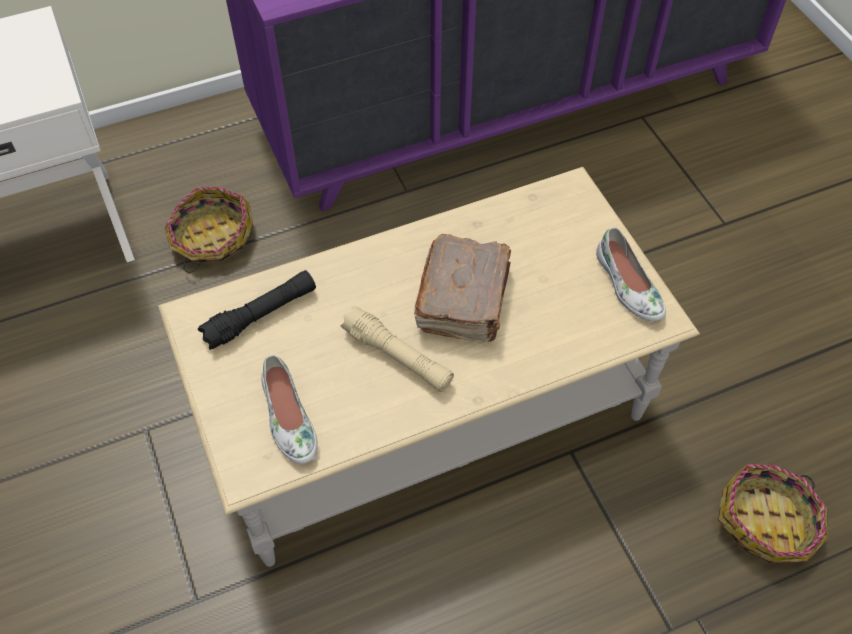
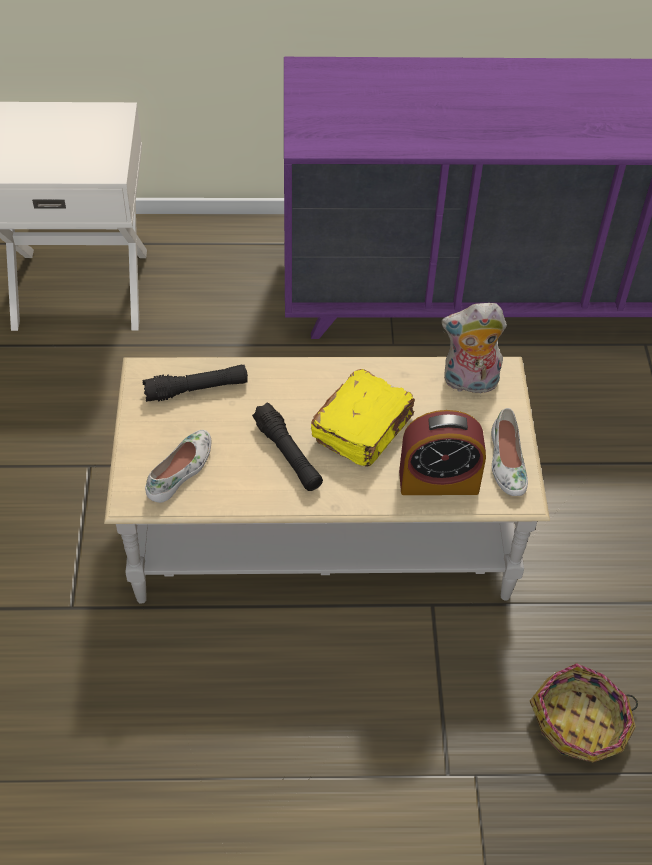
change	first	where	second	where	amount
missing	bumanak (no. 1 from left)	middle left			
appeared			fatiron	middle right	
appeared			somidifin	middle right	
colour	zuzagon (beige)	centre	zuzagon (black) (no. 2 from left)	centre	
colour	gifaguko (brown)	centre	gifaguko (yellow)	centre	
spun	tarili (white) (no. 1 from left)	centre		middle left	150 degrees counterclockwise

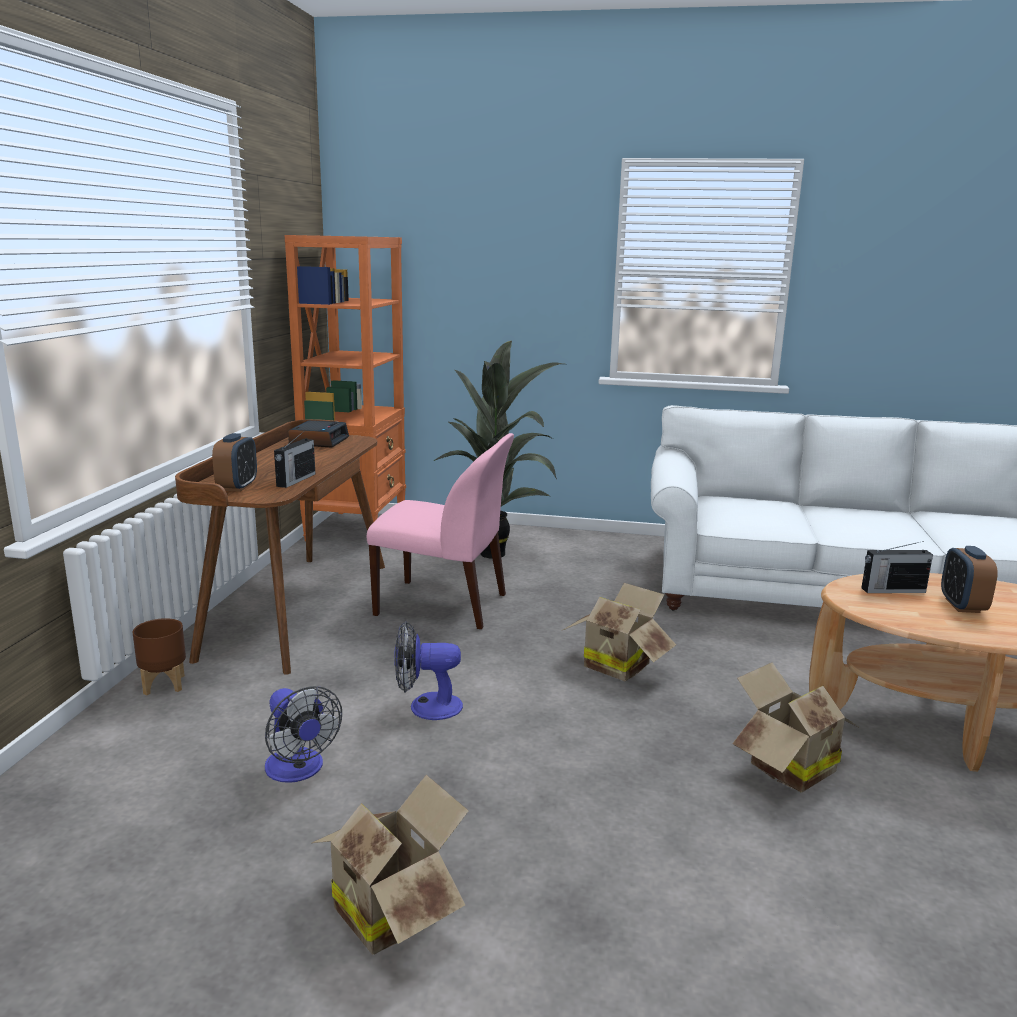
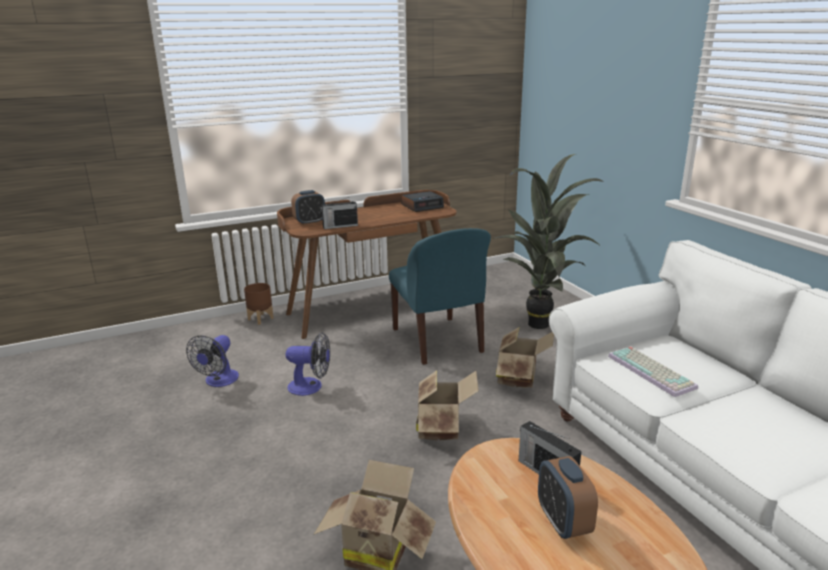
change	first	where	second	where	amount
missing	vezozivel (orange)	centre			
appeared			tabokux	middle right	
relocated	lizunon (no. 1 from left in the first image)	bottom centre	lizunon (no. 3 from left)	centre	
colour	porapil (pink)	centre	porapil (blue)	centre	
spun	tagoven (no. 2 from left)	centre		centre	135 degrees clockwise
spun	fatiron (no. 3 from left)	middle right		bottom right	75 degrees counterclockwise

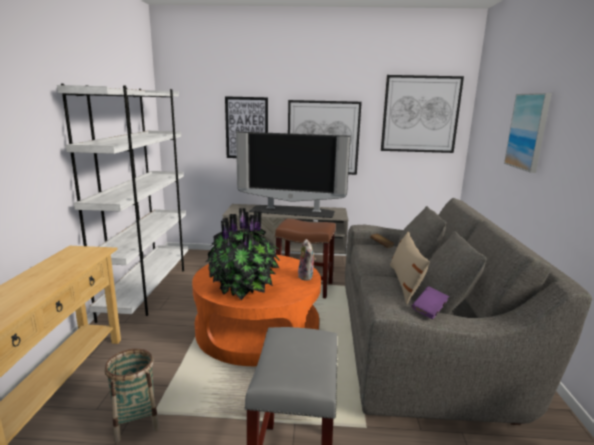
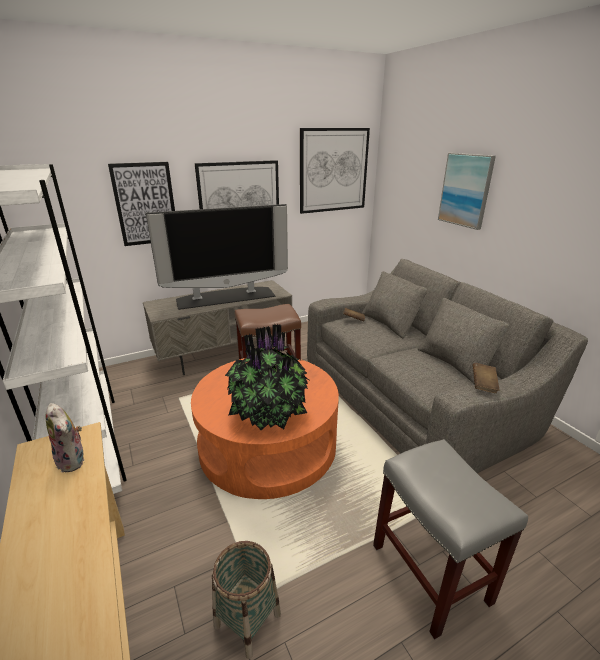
change	first	where	second	where	amount
missing	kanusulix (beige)	middle right			
relocated	somidifin	centre		middle left	
colour	gifaguko (purple)	bottom right	gifaguko (brown) (no. 2 from left)	middle right	

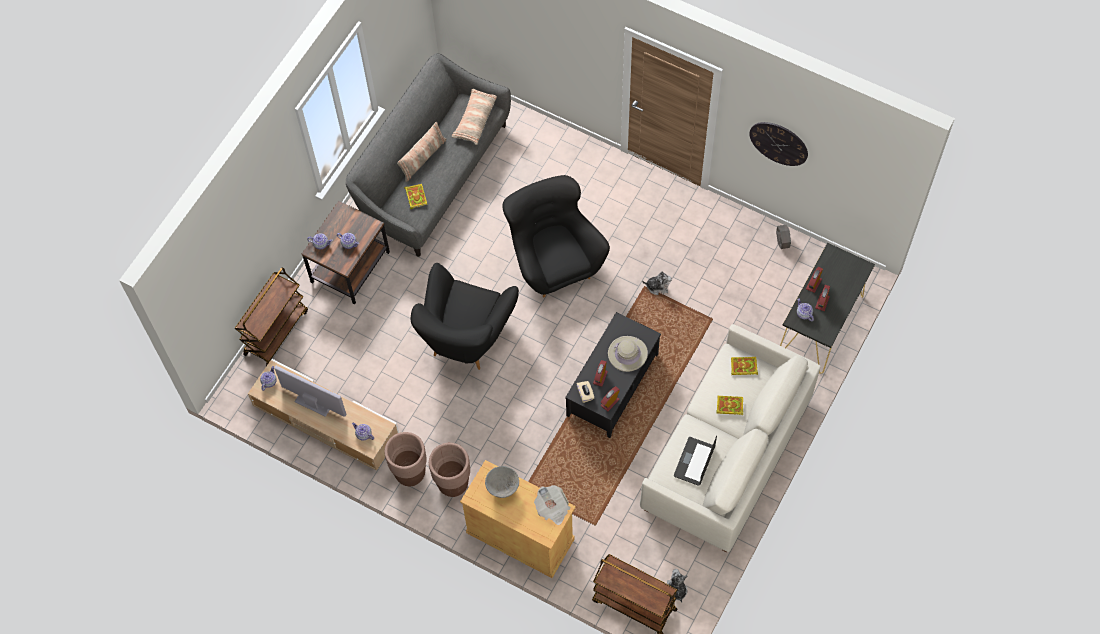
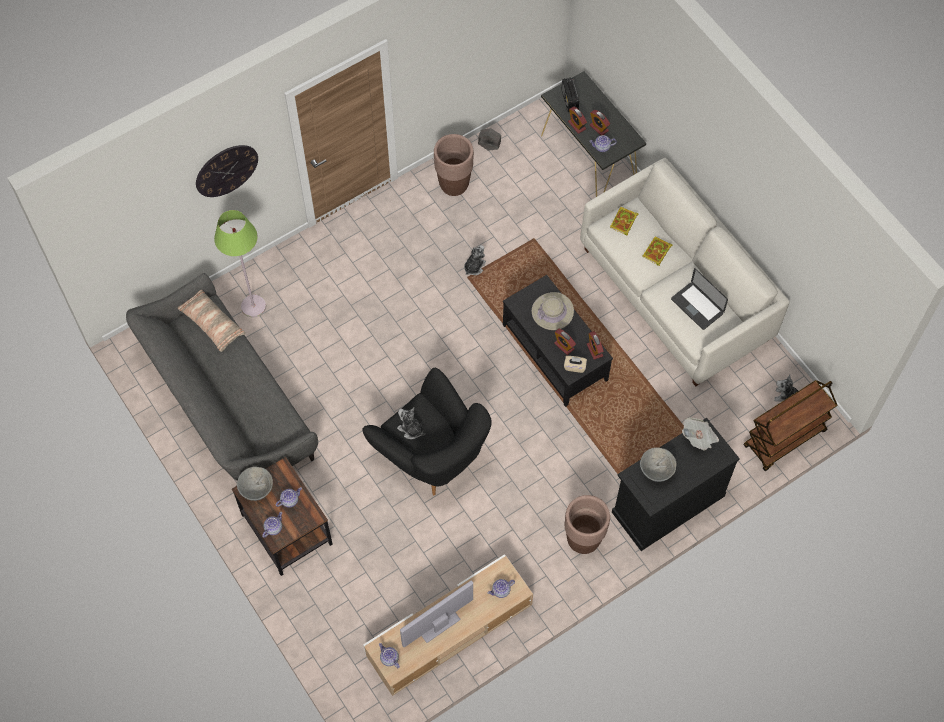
change	first	where	second	where	amount
missing	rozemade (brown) (no. 1 from left)	middle left			
missing	kanusulix (no. 1 from left)	top centre			
missing	gifaguko (no. 1 from left)	top centre			
missing	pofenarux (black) (no. 2 from left)	centre			
appeared			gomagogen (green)	middle left	
appeared			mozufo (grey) (no. 1 from left)	bottom left	
appeared			somidifin (no. 1 from left)	centre	
appeared			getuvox	top centre	
relocated	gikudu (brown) (no. 1 from left)	bottom centre		top centre	
relocated	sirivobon	top right		top left	
colour	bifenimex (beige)	bottom centre	bifenimex (black)	bottom right	

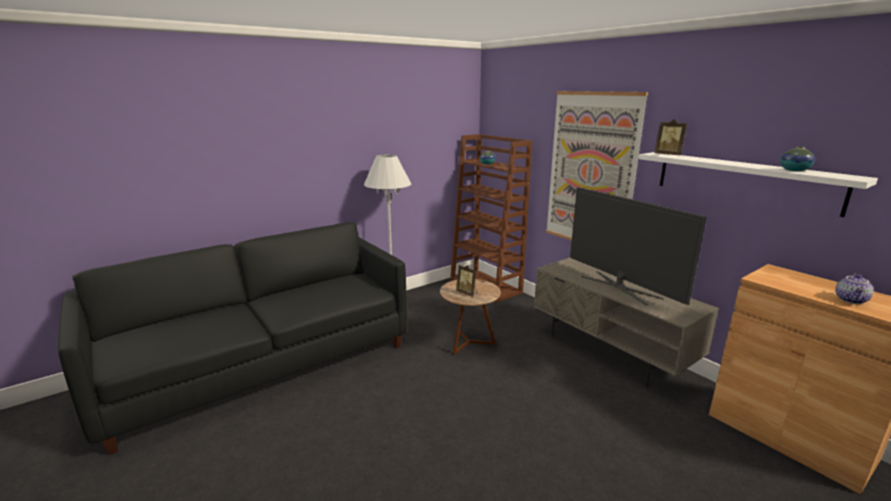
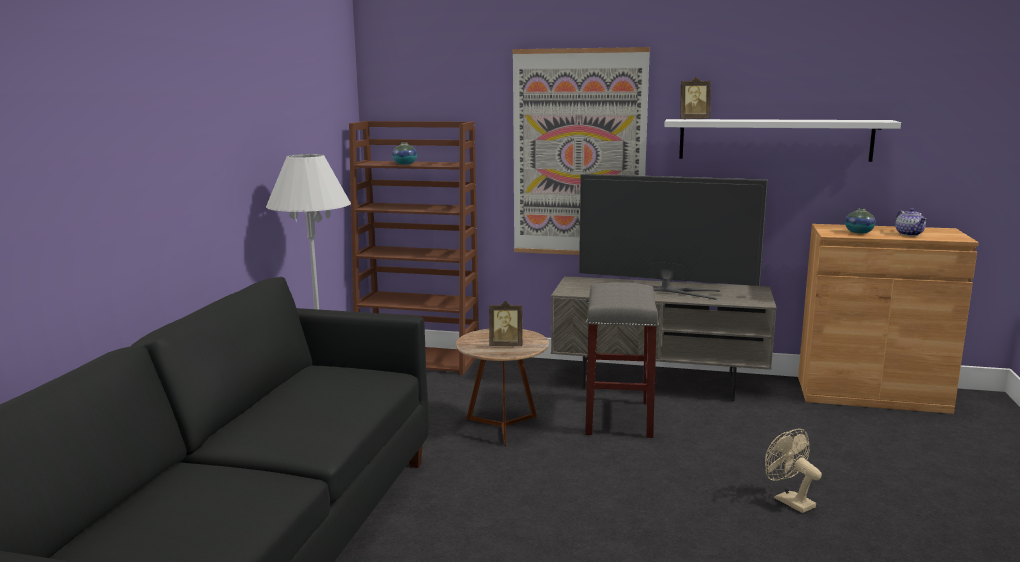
change	first	where	second	where	amount
appeared			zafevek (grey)	centre	
appeared			tagoven (beige)	bottom right	
relocated	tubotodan (no. 2 from left)	top right		middle right	

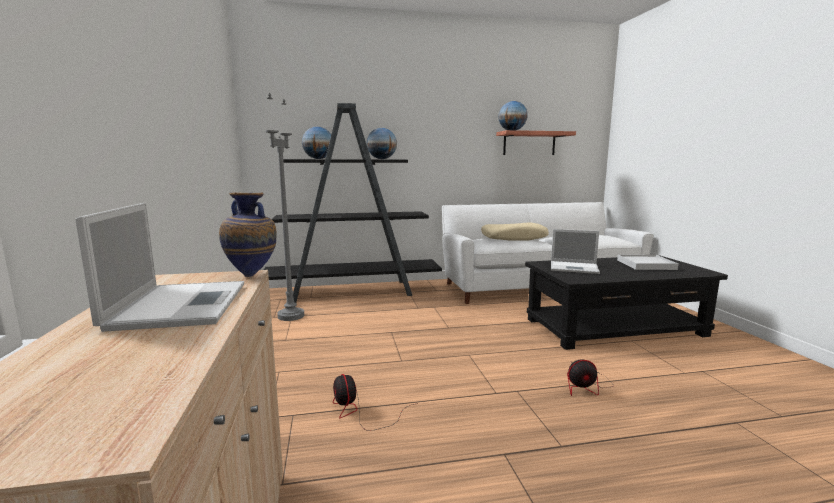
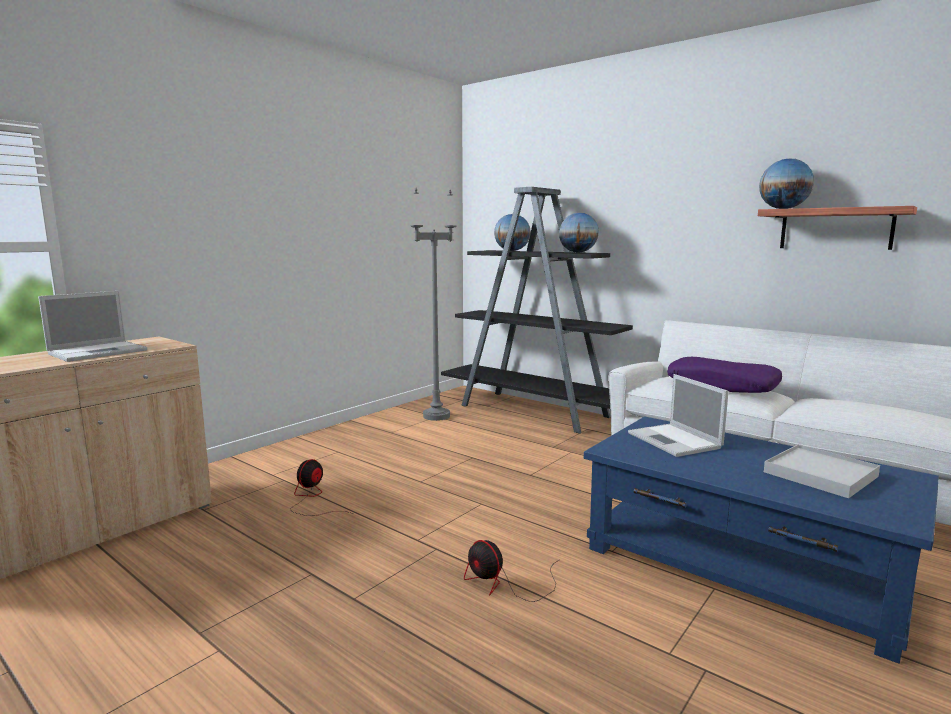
change	first	where	second	where	amount
missing	tubotodan	middle left			
colour	kanusulix (beige)	centre	kanusulix (purple)	middle right	
colour	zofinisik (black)	middle right	zofinisik (blue)	bottom right	

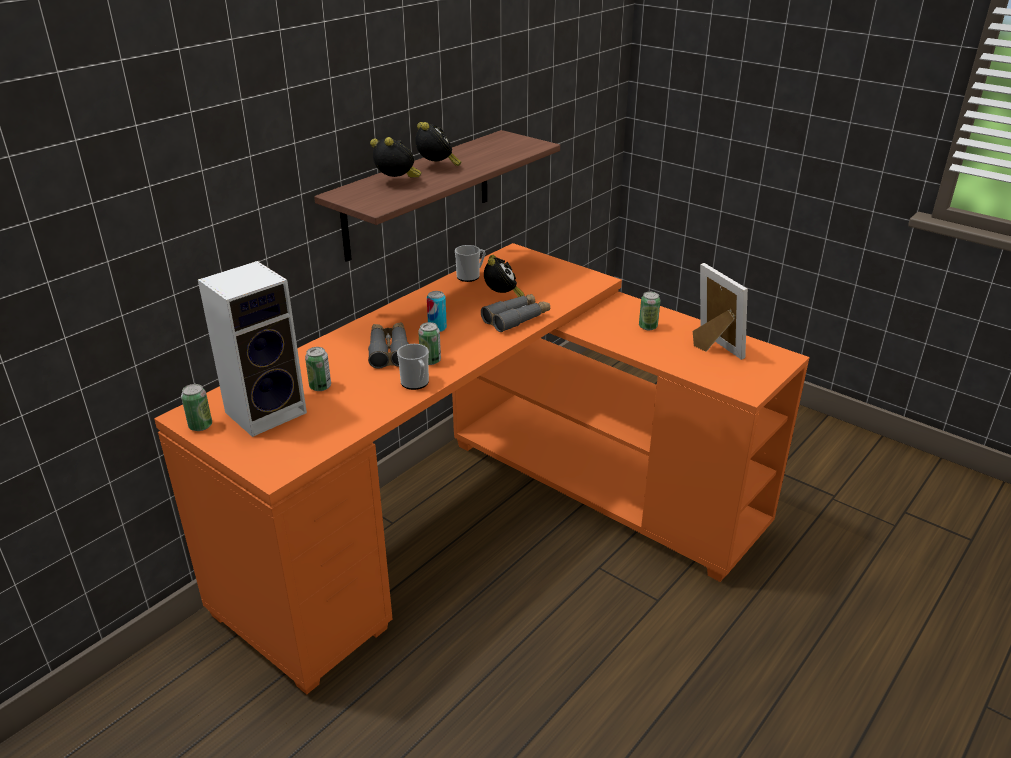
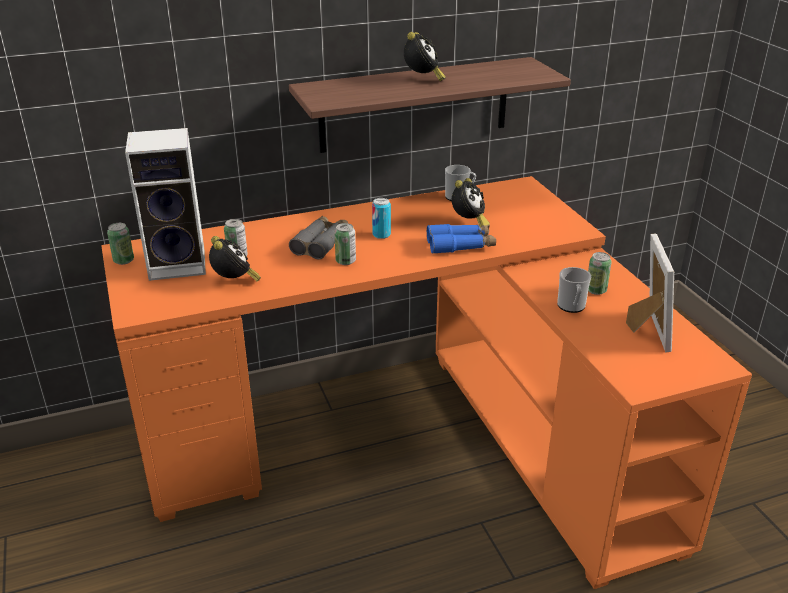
change	first	where	second	where	amount
relocated	fatiron (no. 1 from left)	top centre		middle left	
relocated	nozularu (no. 1 from left in the first image)	centre	nozularu (no. 2 from left)	middle right	
colour	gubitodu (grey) (no. 2 from left)	centre	gubitodu (blue)	centre	

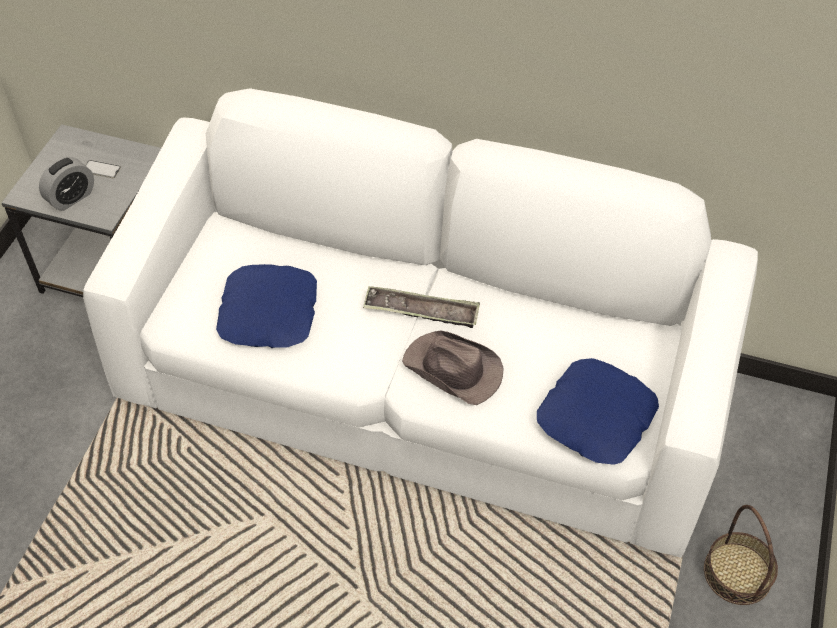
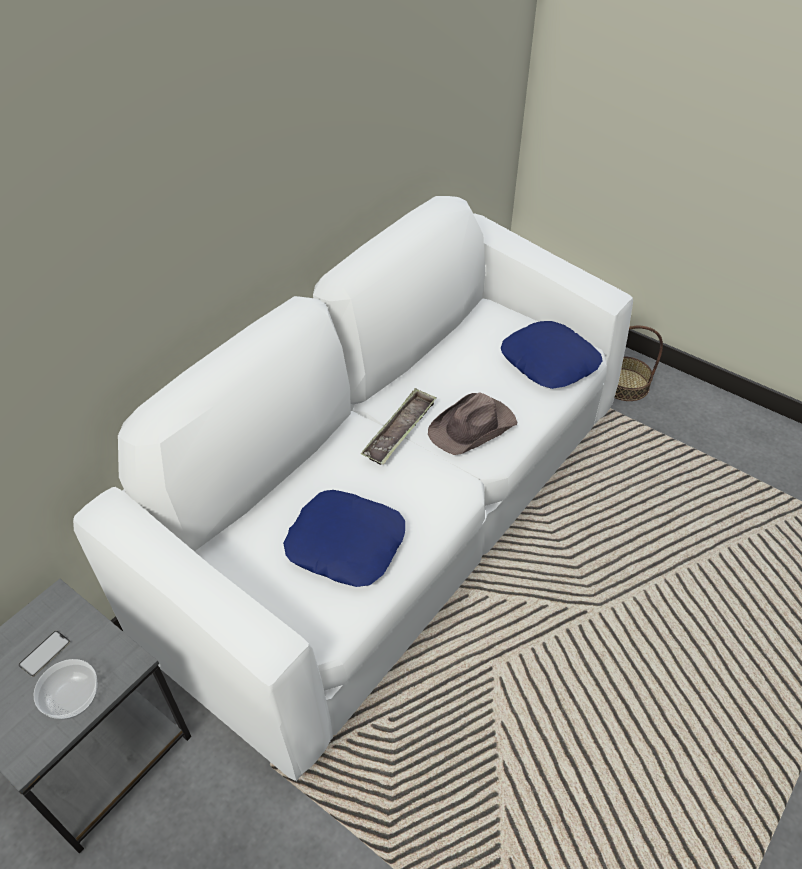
change	first	where	second	where	amount
exchanged	fatiron	top left	mozufo	bottom left	

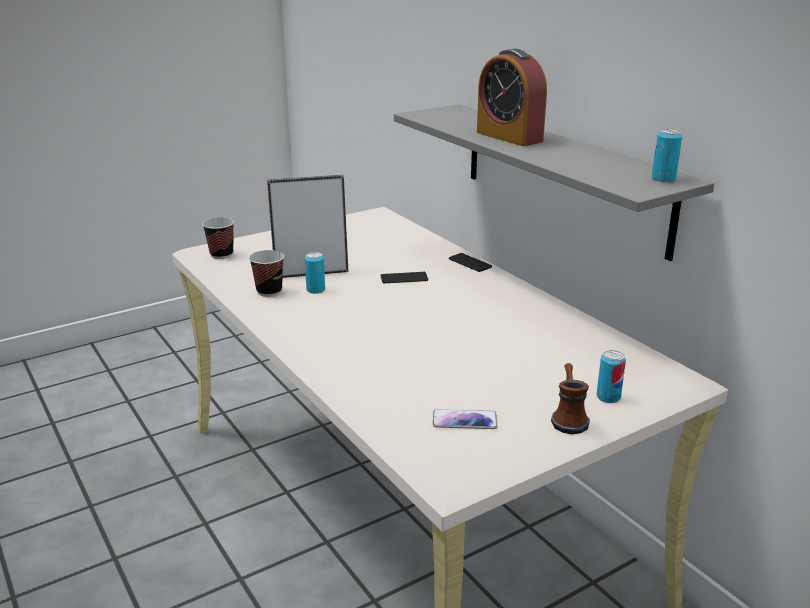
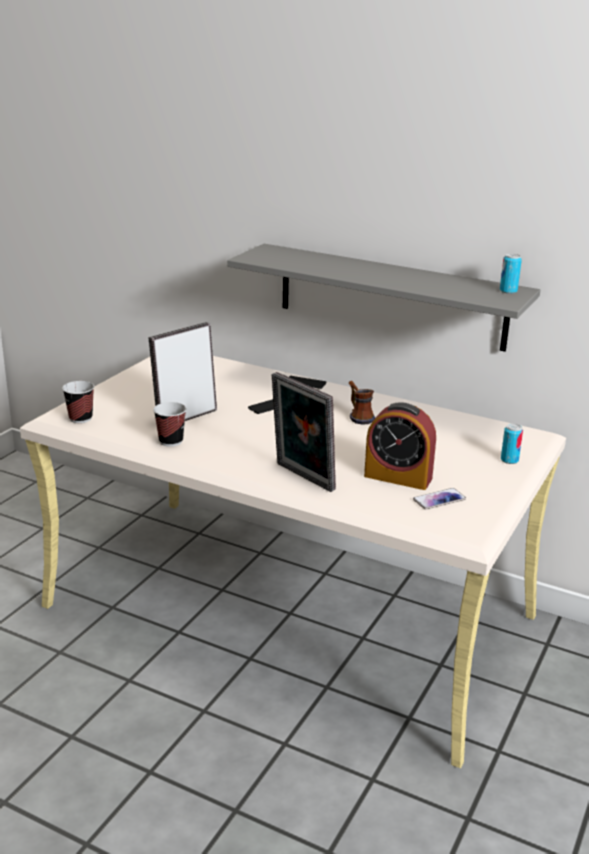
change	first	where	second	where	amount
missing	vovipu (no. 1 from left)	centre			
appeared			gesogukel (no. 2 from left)	centre	
relocated	fatiron	top centre		middle right	
relocated	nozularu	middle right		centre	

